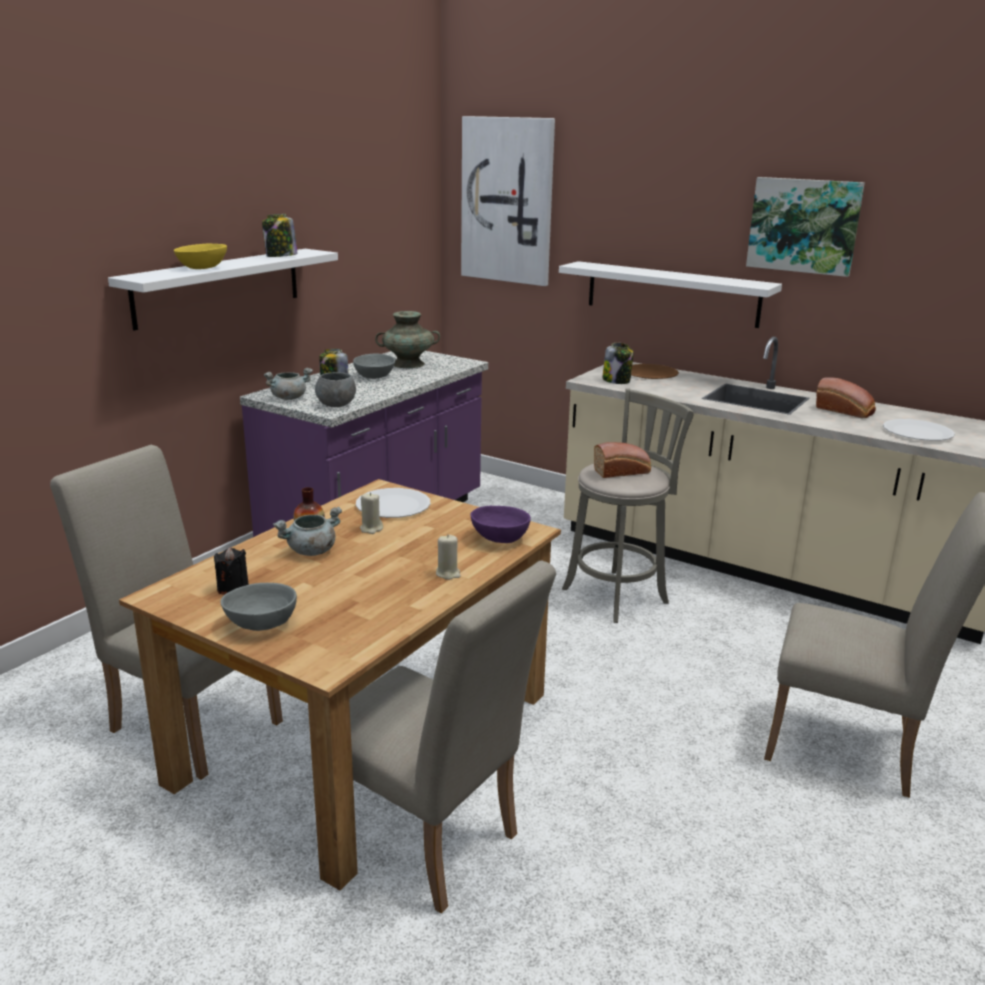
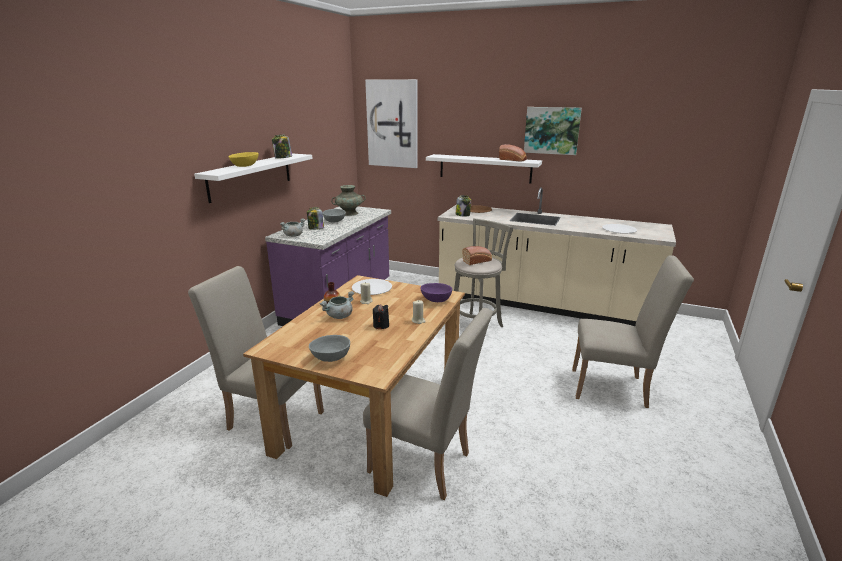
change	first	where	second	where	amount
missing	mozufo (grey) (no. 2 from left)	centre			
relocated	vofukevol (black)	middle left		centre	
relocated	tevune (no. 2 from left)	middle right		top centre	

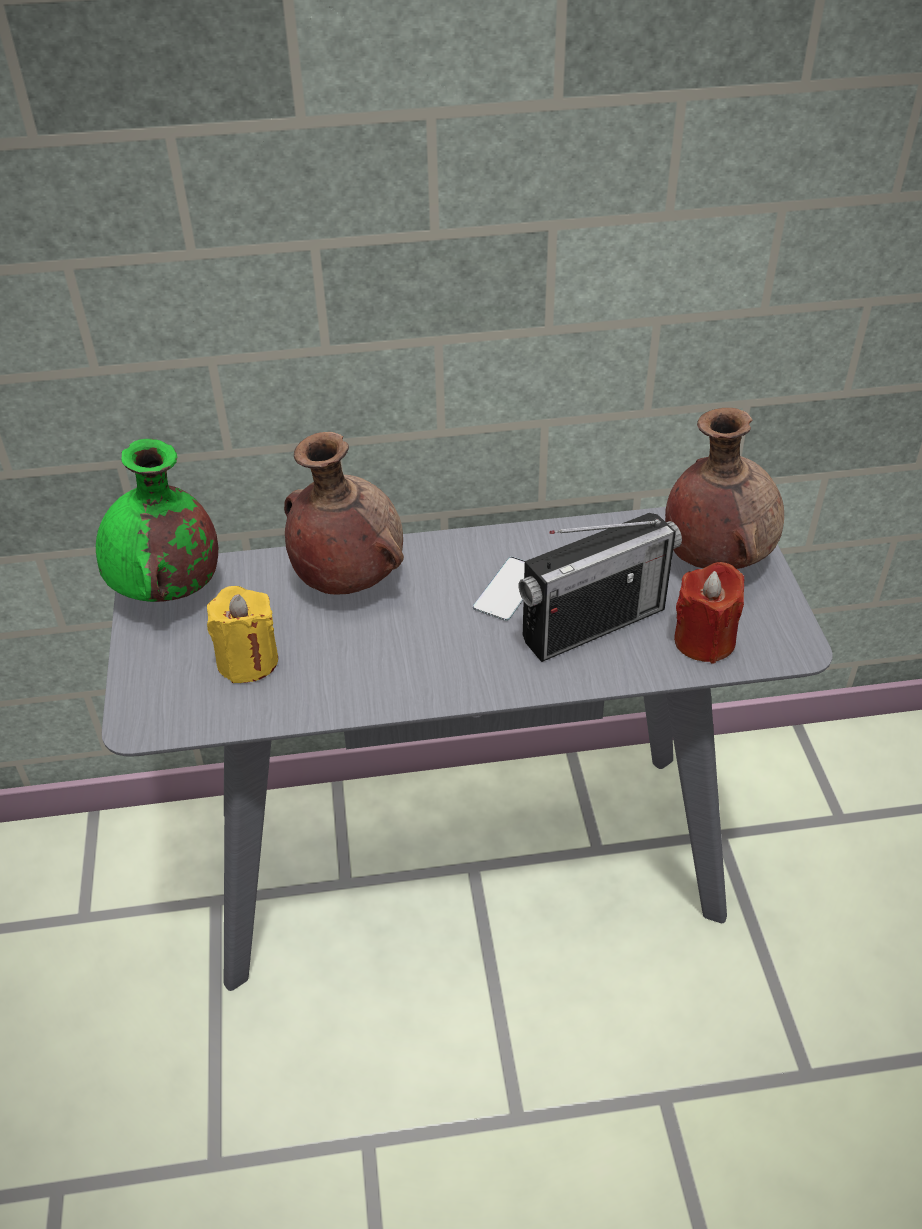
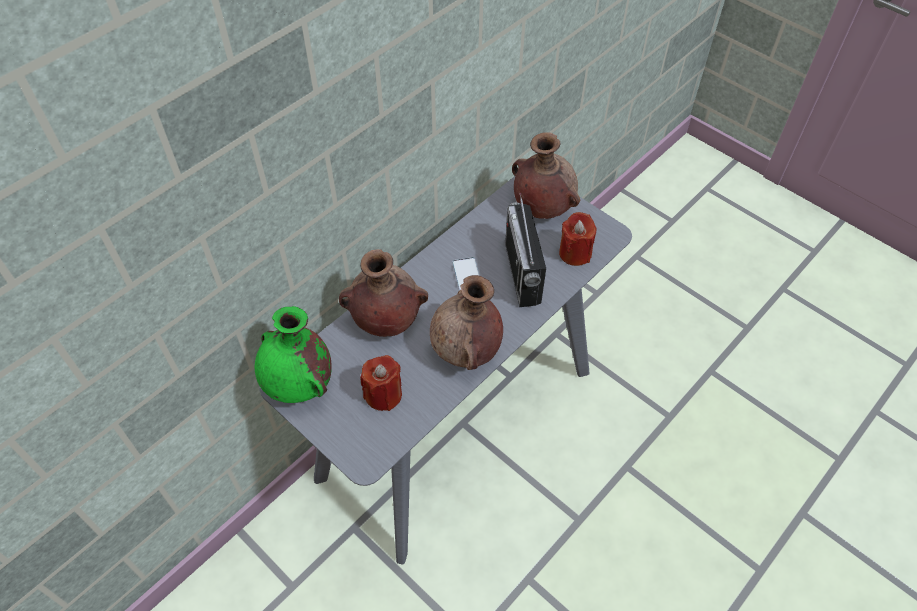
change	first	where	second	where	amount
appeared			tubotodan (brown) (no. 2 from left)	centre	
colour	vofukevol (yellow)	middle left	vofukevol (red) (no. 1 from left)	centre	
spun	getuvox	centre		centre	150 degrees clockwise

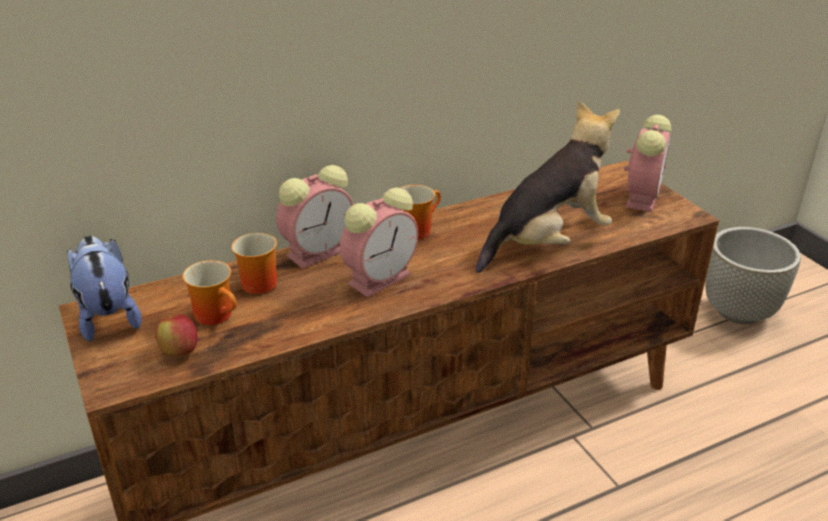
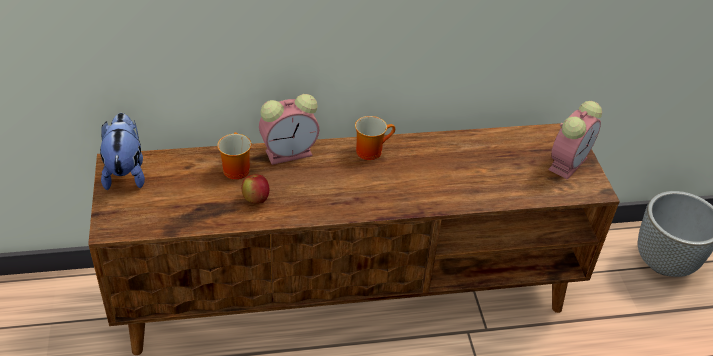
change	first	where	second	where	amount
missing	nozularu (no. 1 from left)	middle left			
missing	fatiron (no. 2 from left)	centre			
missing	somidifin (no. 2 from left)	centre			
relocated	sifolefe	middle left		centre	

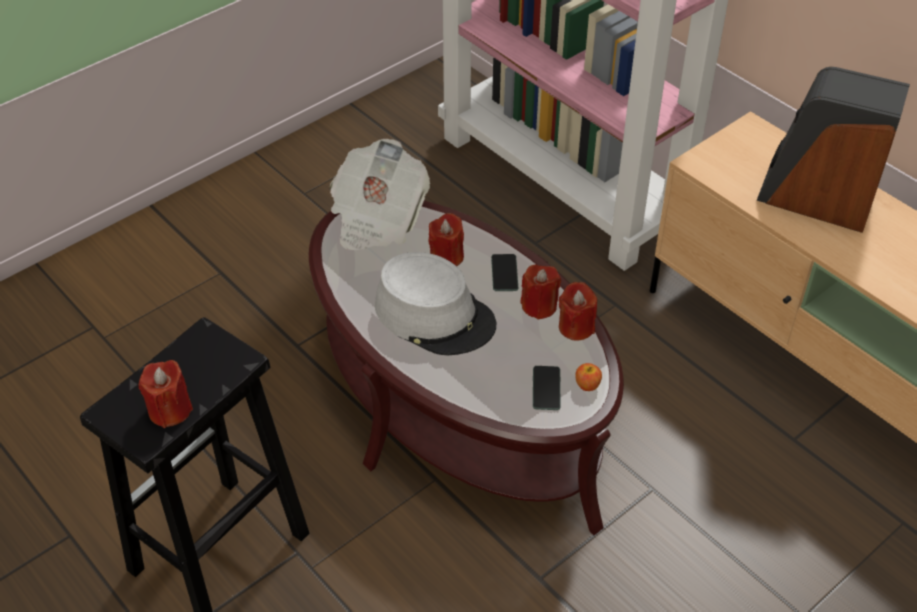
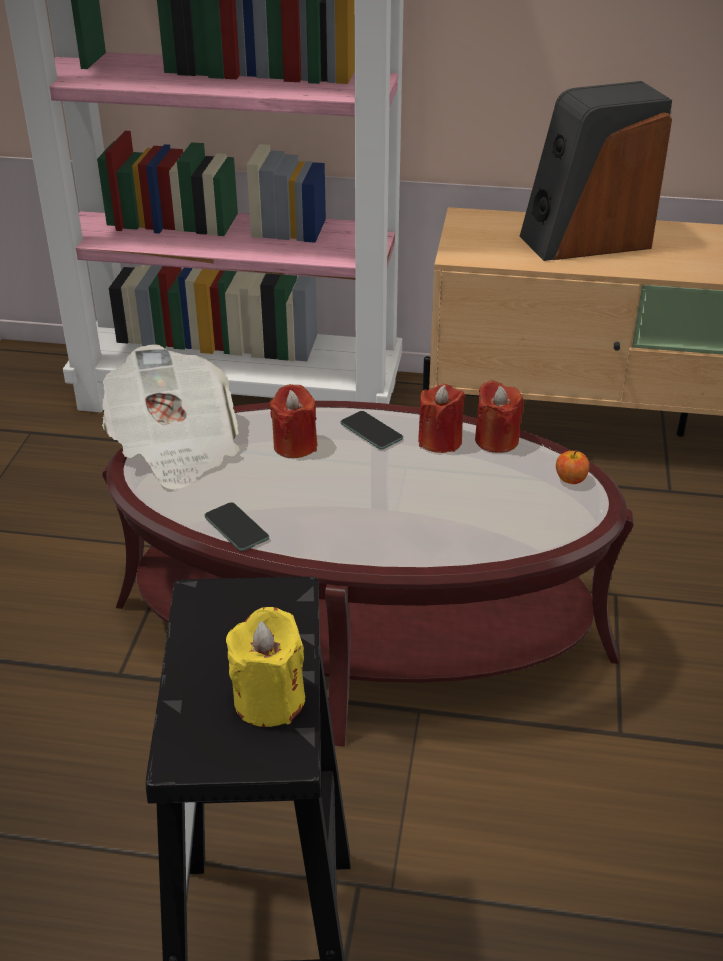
change	first	where	second	where	amount
missing	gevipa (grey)	centre			
relocated	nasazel (no. 2 from left in the first image)	centre	nasazel (no. 1 from left)	middle left	
colour	vofukevol (red) (no. 1 from left)	middle left	vofukevol (yellow)	bottom centre	

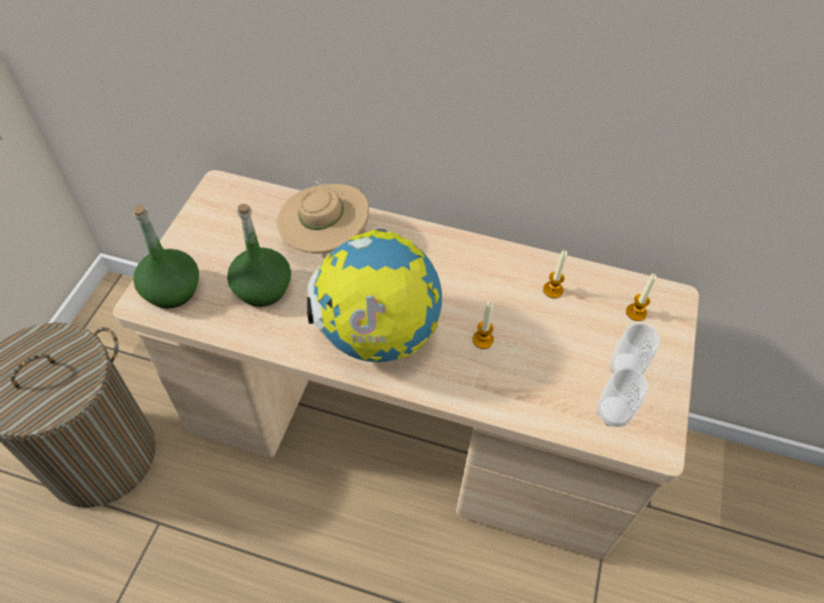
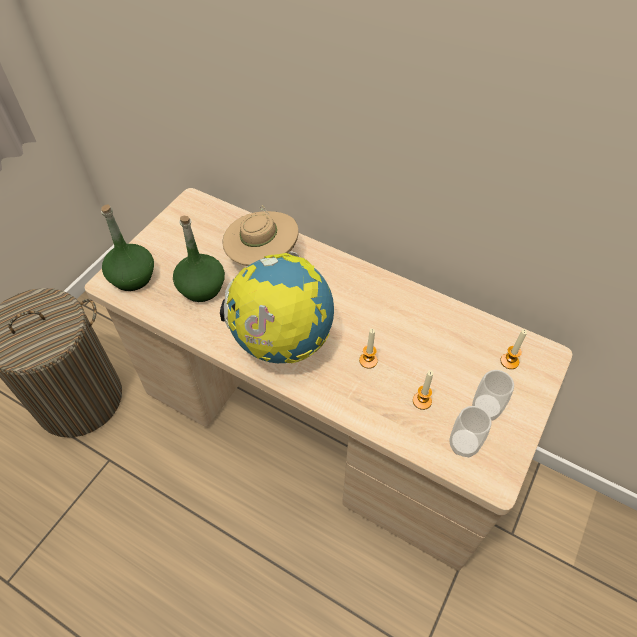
change	first	where	second	where	amount
relocated	vofukevol (no. 2 from left)	middle right		centre	

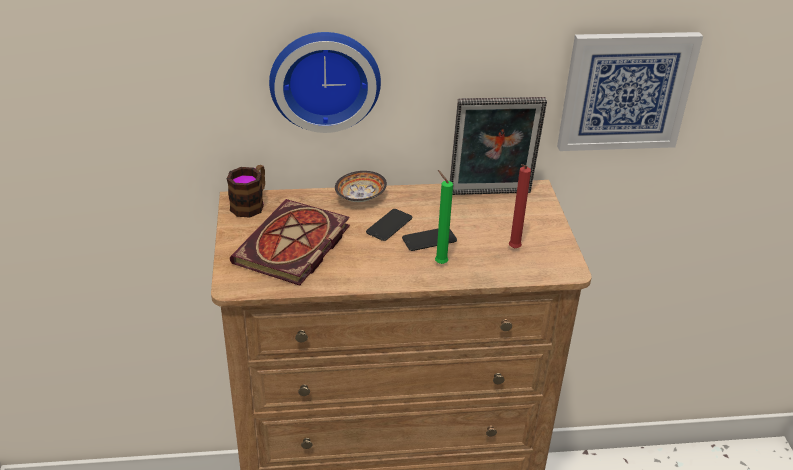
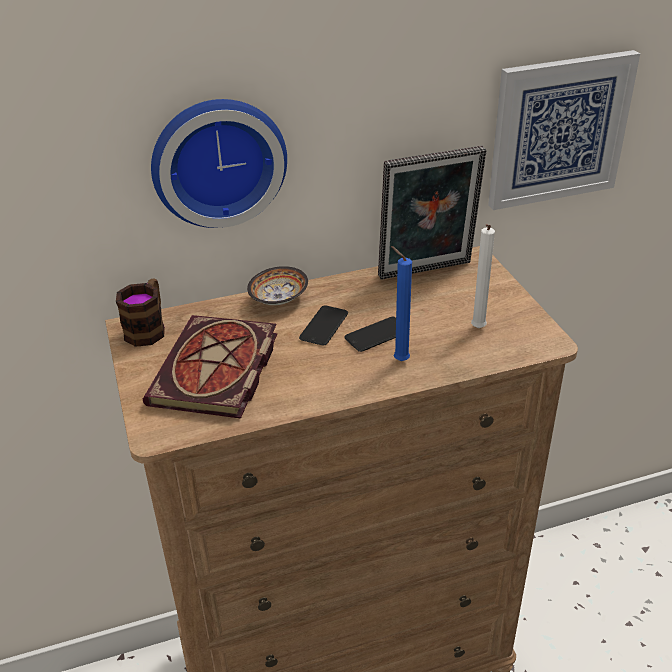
change	first	where	second	where	amount
colour	vofukevol (green)	centre	vofukevol (blue)	centre	
colour	vofukevol (red)	centre	vofukevol (white)	middle right	

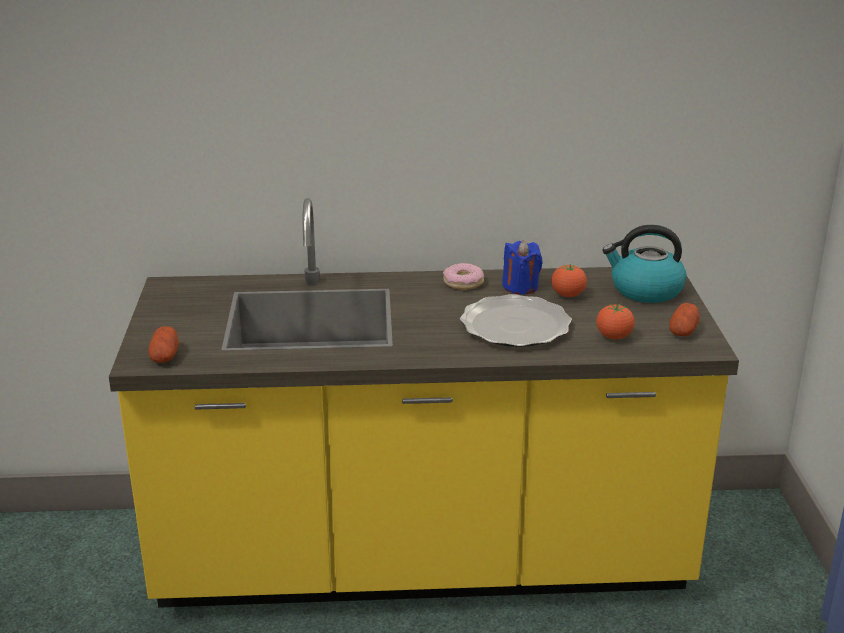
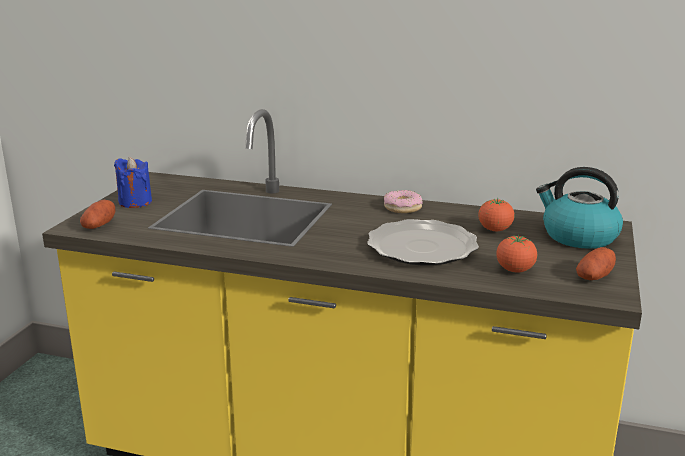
change	first	where	second	where	amount
relocated	vofukevol (blue)	centre		middle left	

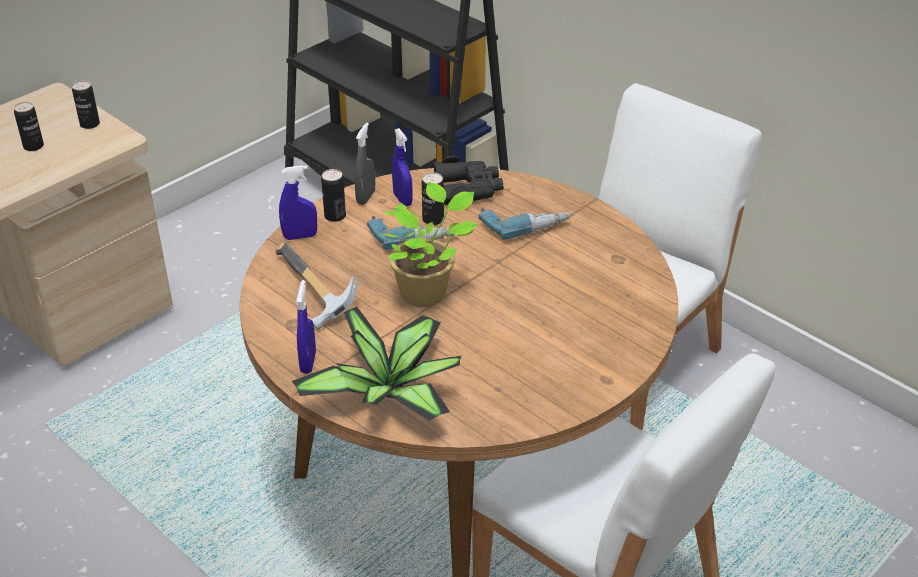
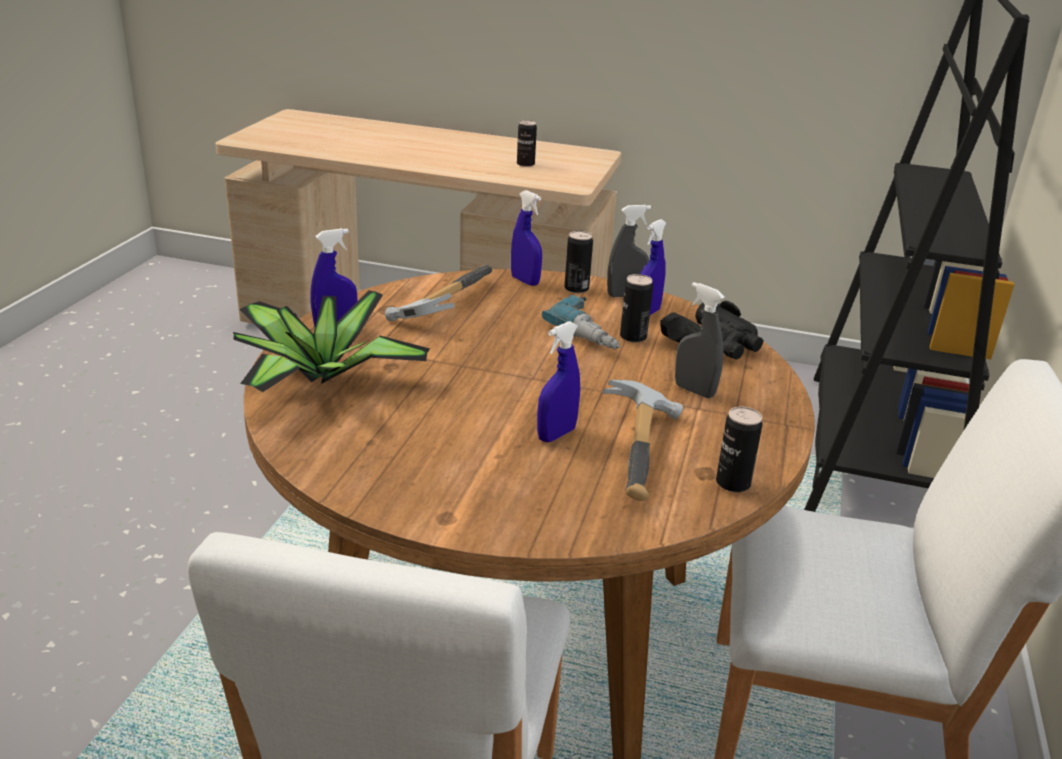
change	first	where	second	where	amount
missing	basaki (no. 2 from left)	centre			
appeared			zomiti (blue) (no. 3 from left)	centre	
appeared			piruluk (no. 2 from left)	centre	
relocated	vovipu (no. 2 from left in the first image)	top left	vovipu (no. 4 from left)	middle right	
exchanged	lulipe (no. 2 from left)	centre	zomiti (grey) (no. 2 from left)	centre	

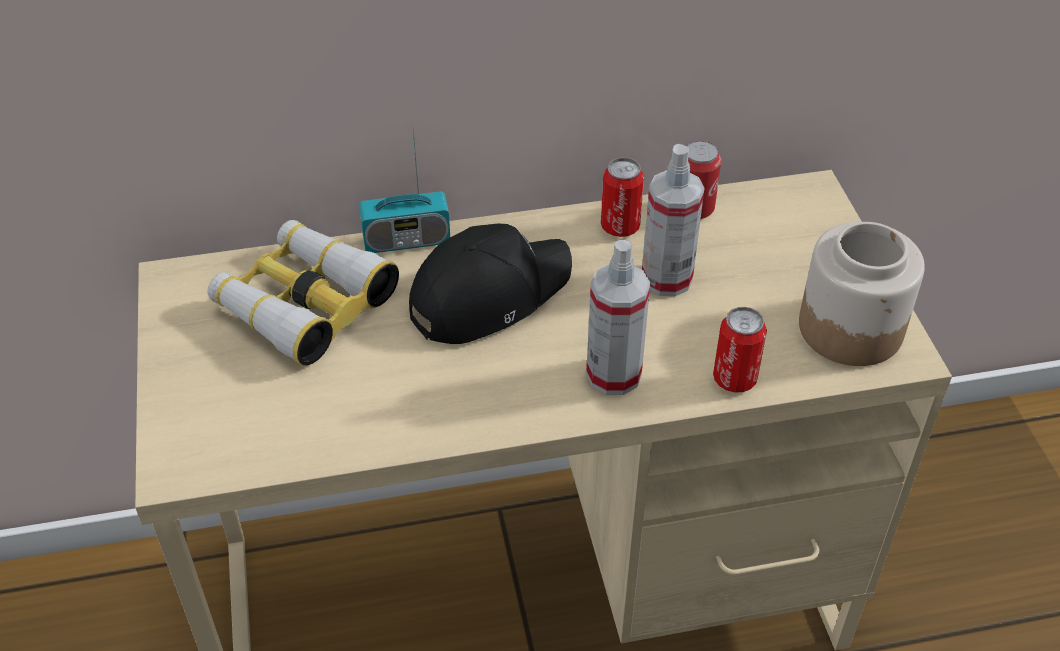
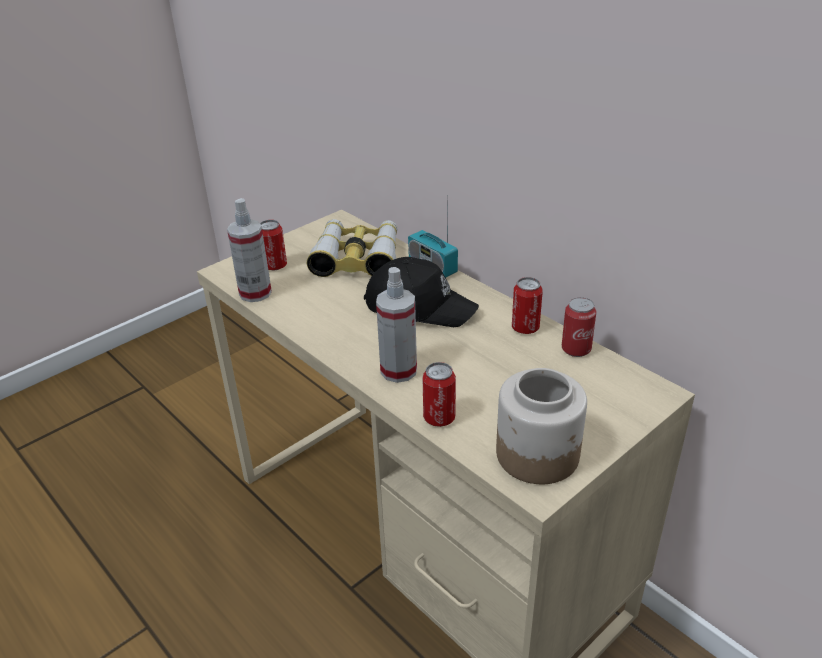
change	first	where	second	where	amount
appeared			vovipu (no. 1 from left)	middle left	
relocated	zomiti (no. 2 from left in the first image)	centre	zomiti (no. 1 from left)	middle left	

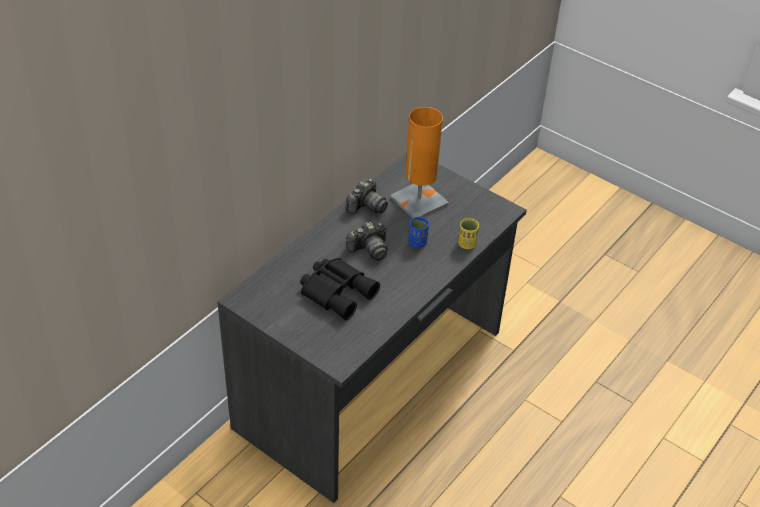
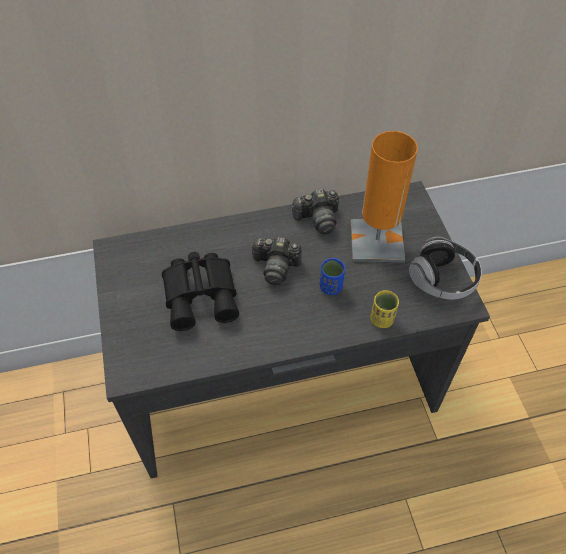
change	first	where	second	where	amount
appeared			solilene	middle right	

